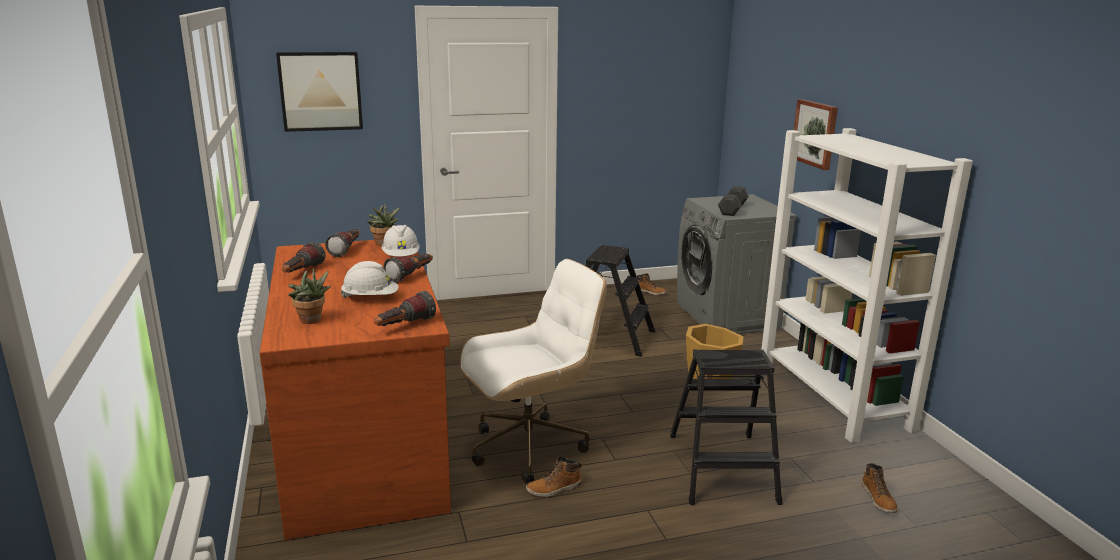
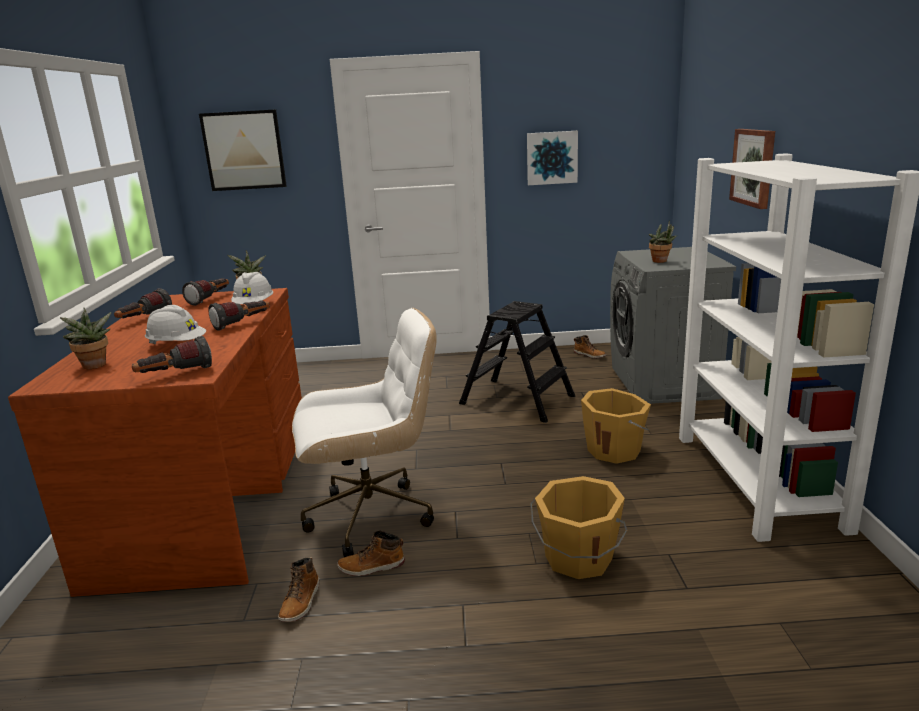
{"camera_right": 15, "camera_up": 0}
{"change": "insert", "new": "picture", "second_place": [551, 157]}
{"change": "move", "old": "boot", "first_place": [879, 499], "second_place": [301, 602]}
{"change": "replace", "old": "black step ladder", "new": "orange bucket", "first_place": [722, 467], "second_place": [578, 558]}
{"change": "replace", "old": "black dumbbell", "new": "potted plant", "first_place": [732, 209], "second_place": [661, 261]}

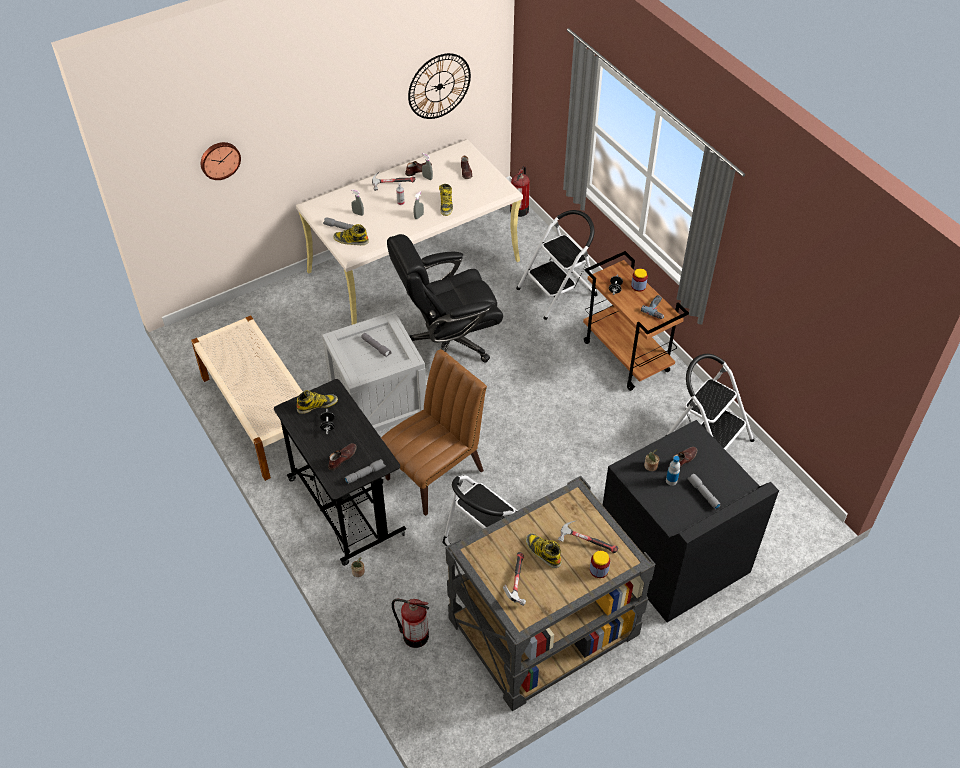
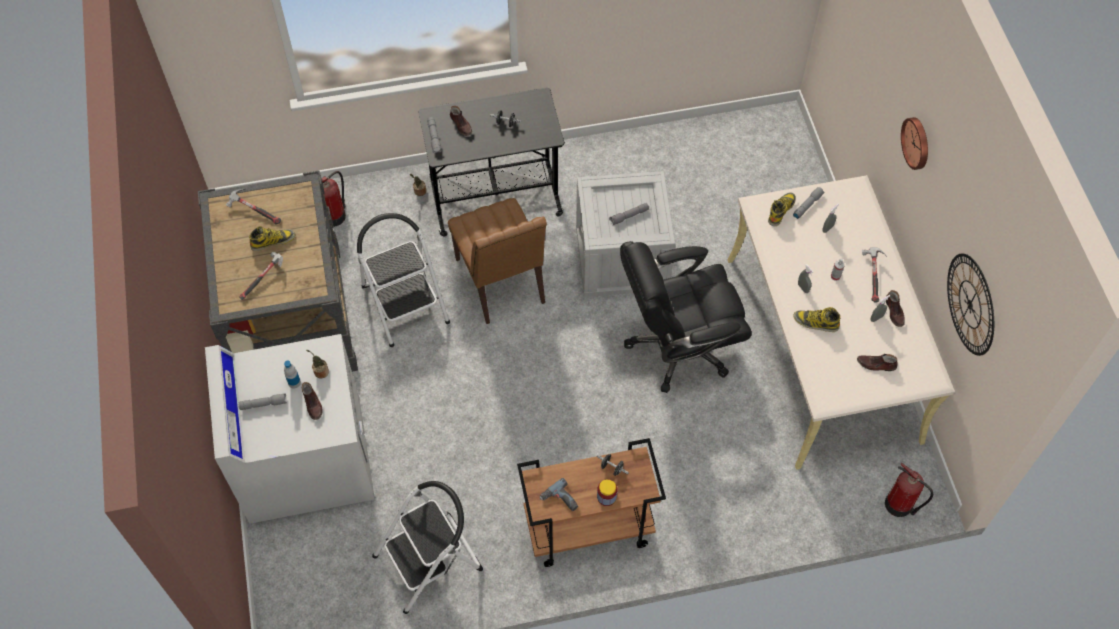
{"camera_right": 110, "camera_up": 10}
{"change": "delete", "old": "beige bench", "first_place": [261, 414]}
{"change": "delete", "old": "boot", "first_place": [317, 405]}
{"change": "delete", "old": "step ladder", "first_place": [559, 291]}
{"change": "delete", "old": "jar", "first_place": [599, 570]}
{"change": "move", "old": "wall clock", "first_place": [219, 160], "second_place": [917, 143]}
{"change": "recolor", "old": "black washing machine", "new": "white washing machine", "first_place": [672, 555], "second_place": [306, 458]}
{"change": "rotate", "old": "black office chair", "first_place": [448, 343], "second_place": [679, 346], "degrees": -105}

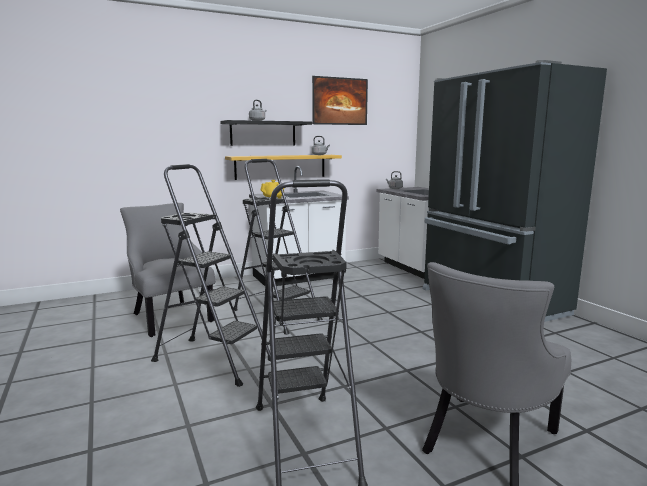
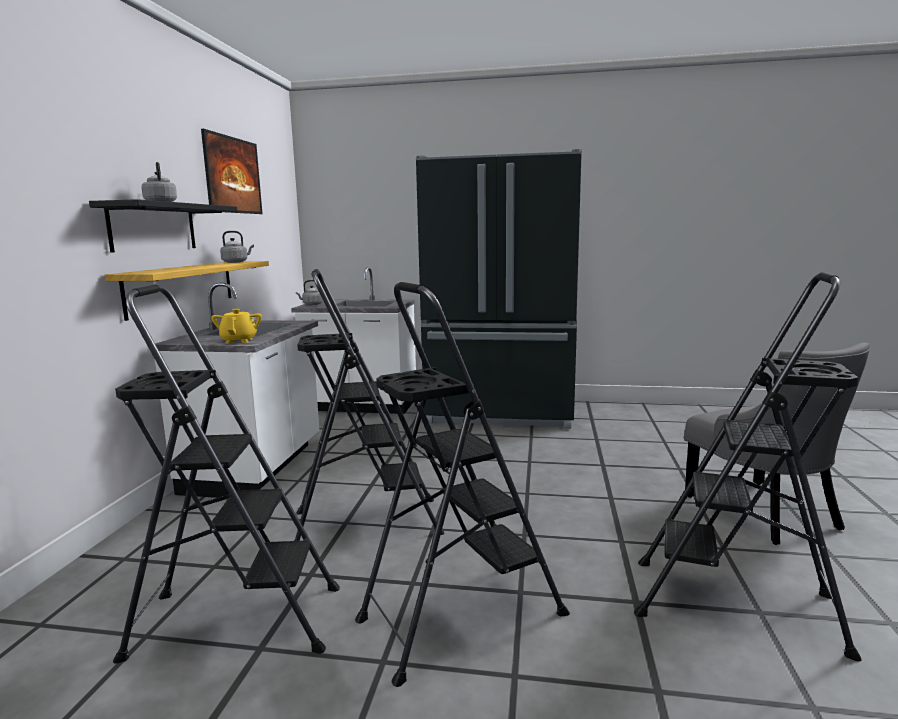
{"camera_right": -55, "camera_up": 0}
{"change": "replace", "old": "grey chair", "new": "step ladder", "first_place": [171, 319], "second_place": [233, 620]}

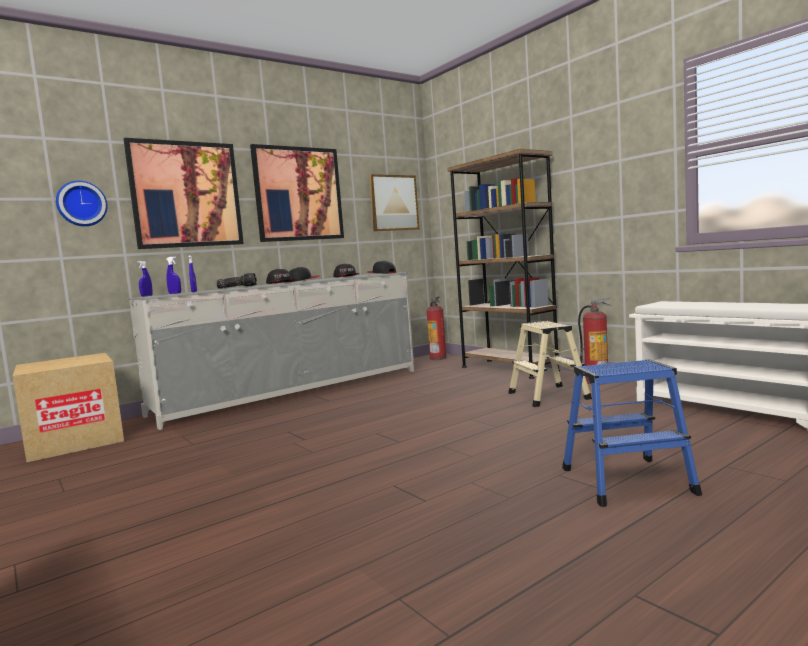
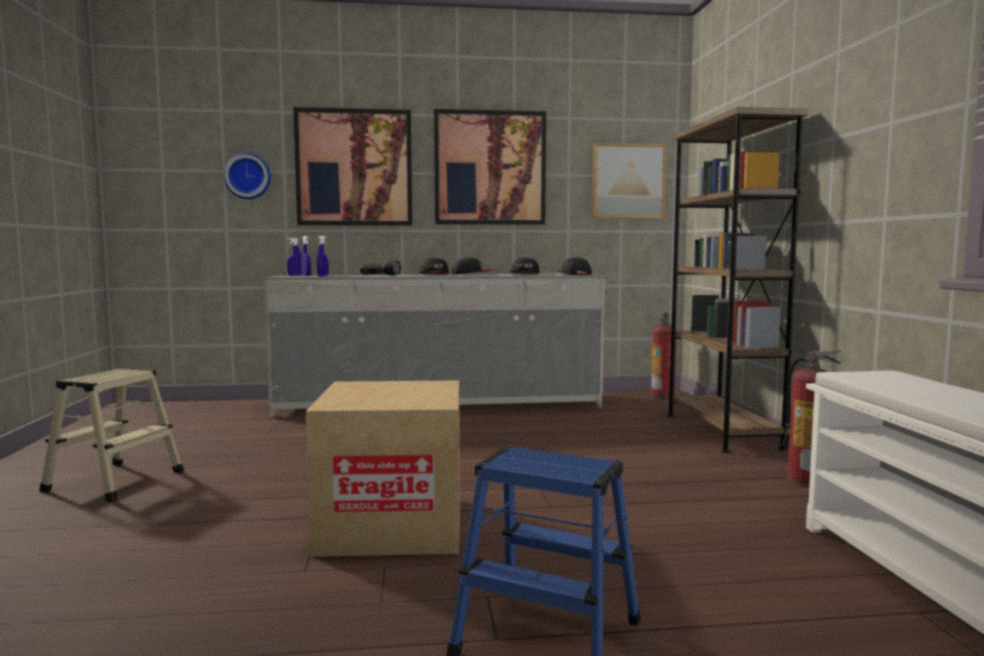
{"camera_right": 30, "camera_up": 0}
{"change": "move", "old": "cardboard box", "first_place": [75, 441], "second_place": [392, 525]}
{"change": "move", "old": "beige step ladder", "first_place": [548, 395], "second_place": [115, 481]}

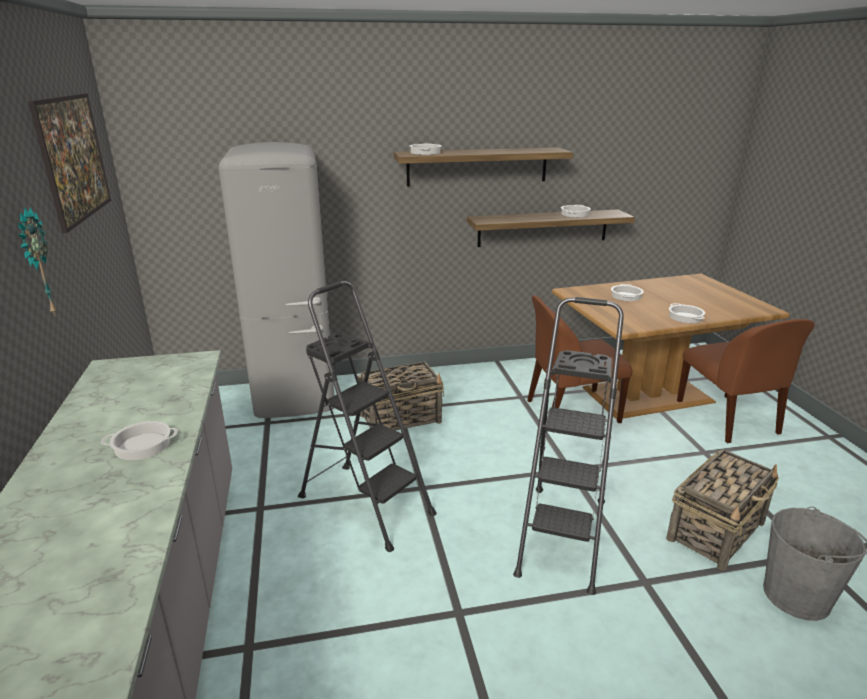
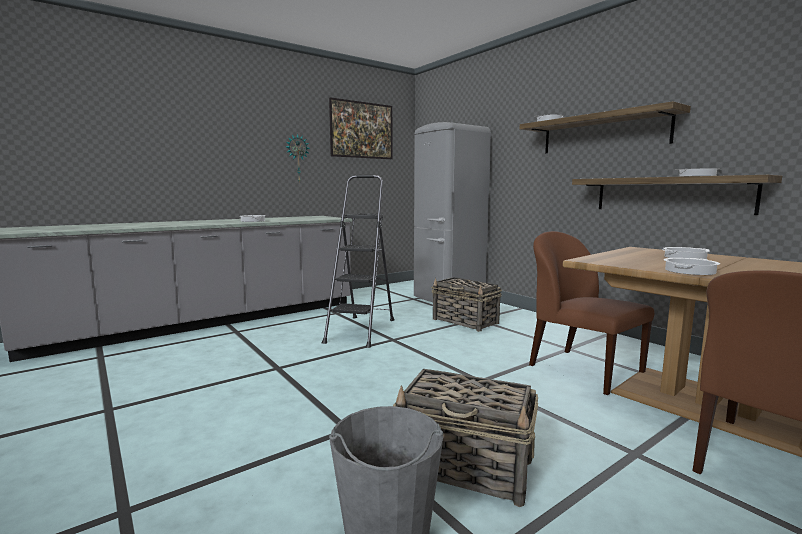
{"camera_right": 65, "camera_up": -15}
{"change": "delete", "old": "step ladder", "first_place": [563, 533]}

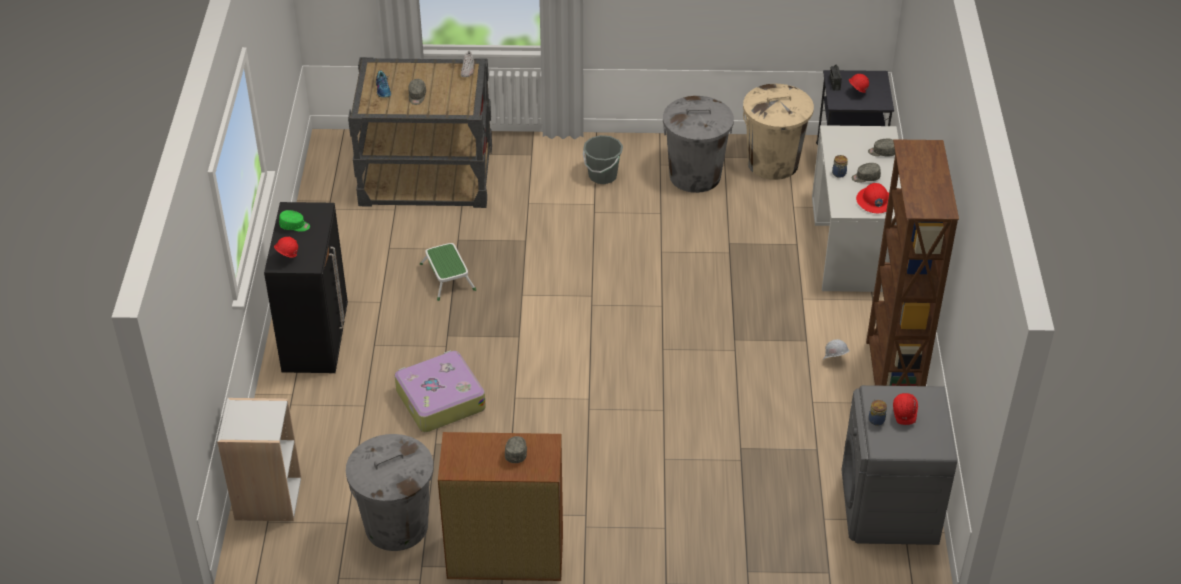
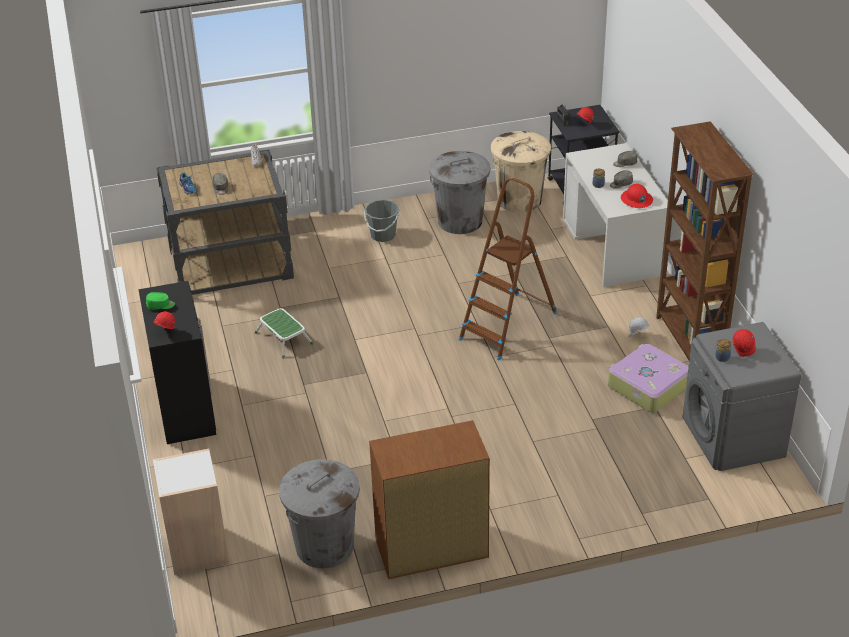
{"camera_right": -15, "camera_up": -5}
{"change": "delete", "old": "grey cap", "first_place": [516, 452]}
{"change": "insert", "new": "brown step ladder", "second_place": [508, 326]}
{"change": "move", "old": "suitcase", "first_place": [439, 399], "second_place": [647, 386]}

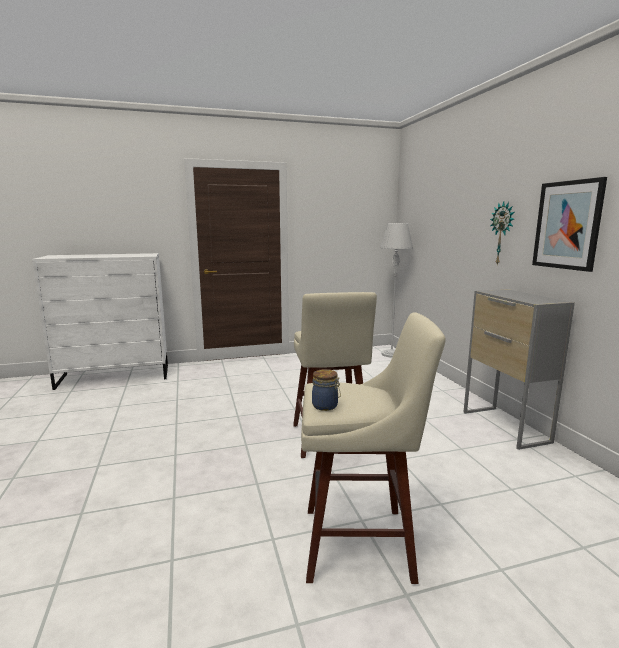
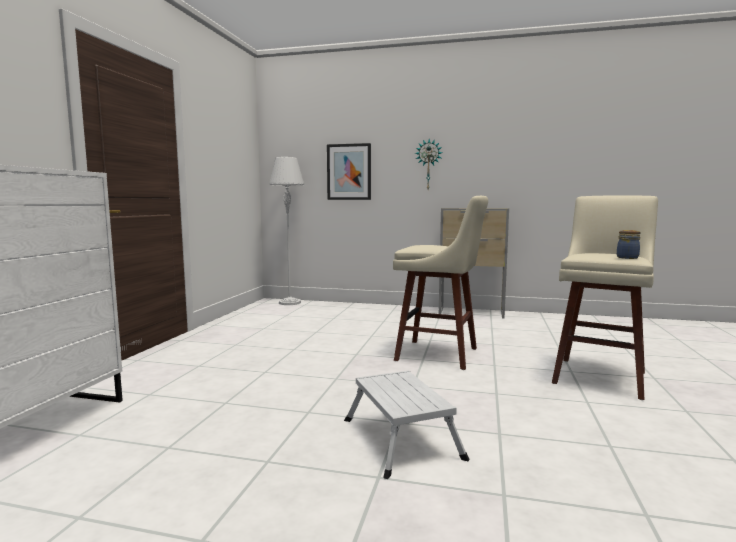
{"camera_right": -60, "camera_up": -5}
{"change": "insert", "new": "white step ladder", "second_place": [401, 438]}
{"change": "move", "old": "picture", "first_place": [567, 225], "second_place": [349, 172]}

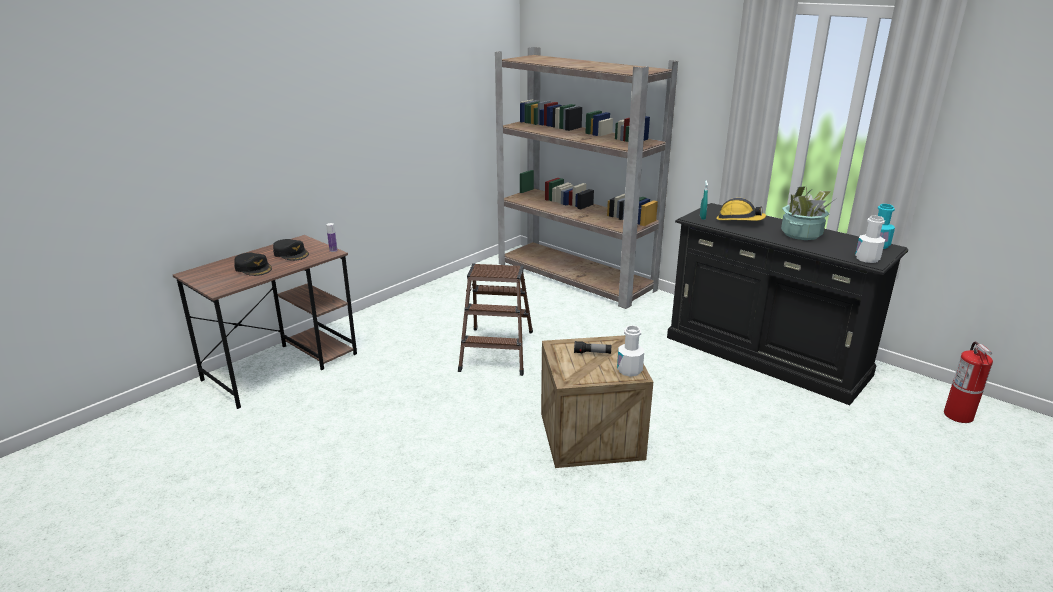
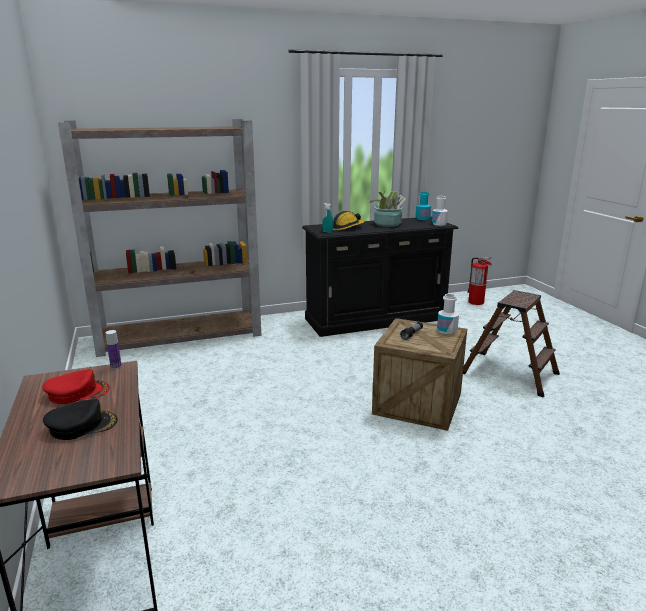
{"camera_right": -60, "camera_up": -5}
{"change": "move", "old": "brown step ladder", "first_place": [497, 350], "second_place": [509, 373]}
{"change": "recolor", "old": "black cap", "new": "red cap", "first_place": [291, 254], "second_place": [78, 392]}

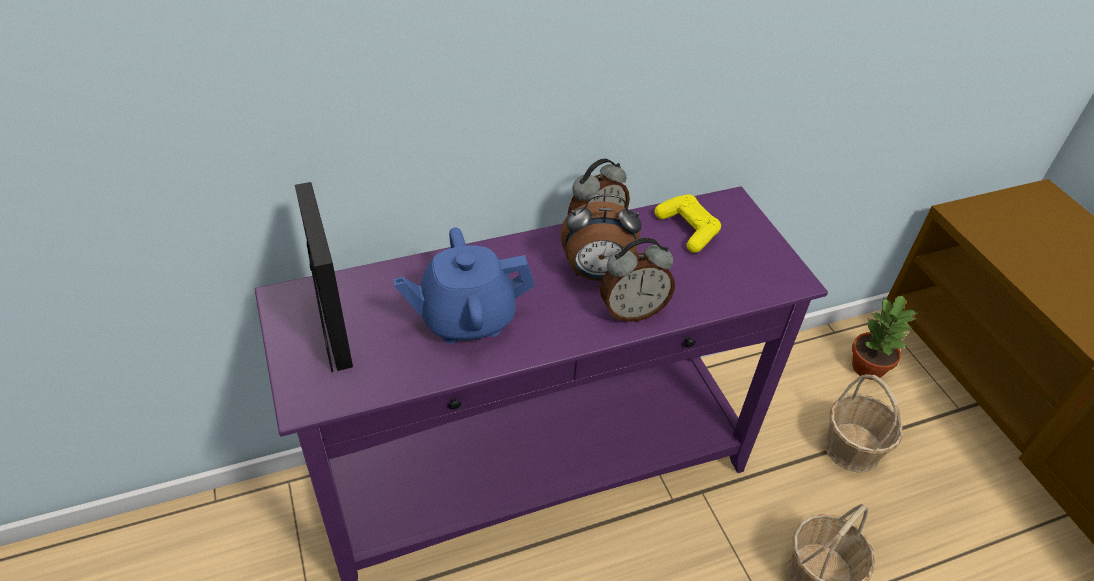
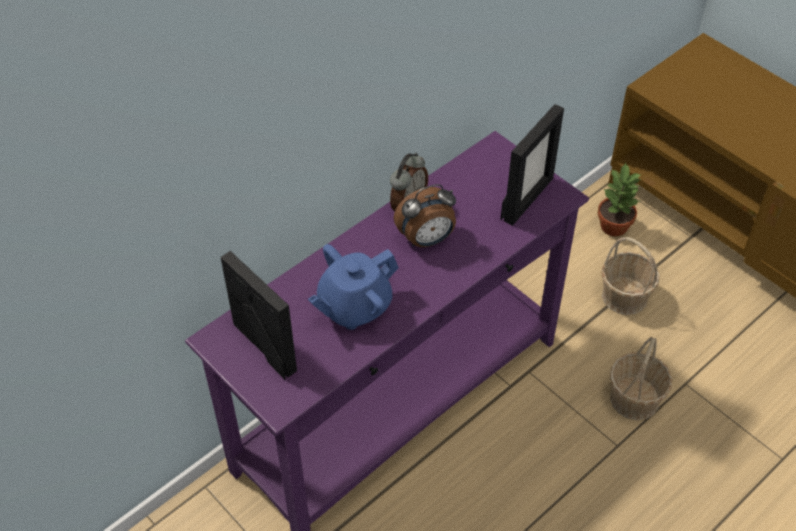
{"camera_right": -20, "camera_up": 5}
{"change": "delete", "old": "alarm clock", "first_place": [632, 311]}
{"change": "delete", "old": "yellow game controller", "first_place": [687, 229]}
{"change": "insert", "new": "picture frame", "second_place": [527, 198]}

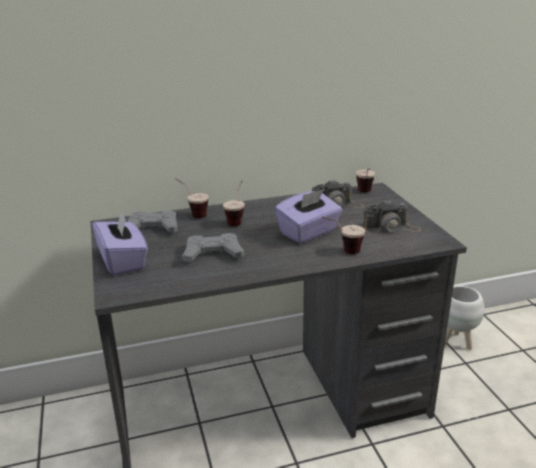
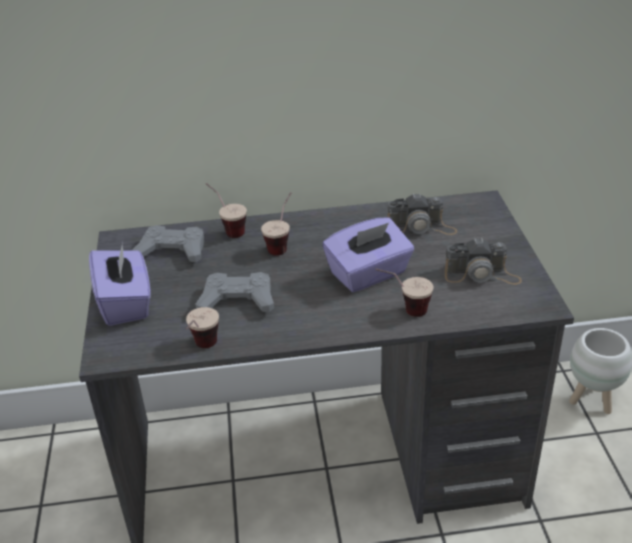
{"camera_right": 10, "camera_up": 10}
{"change": "move", "old": "cup", "first_place": [365, 193], "second_place": [202, 350]}

